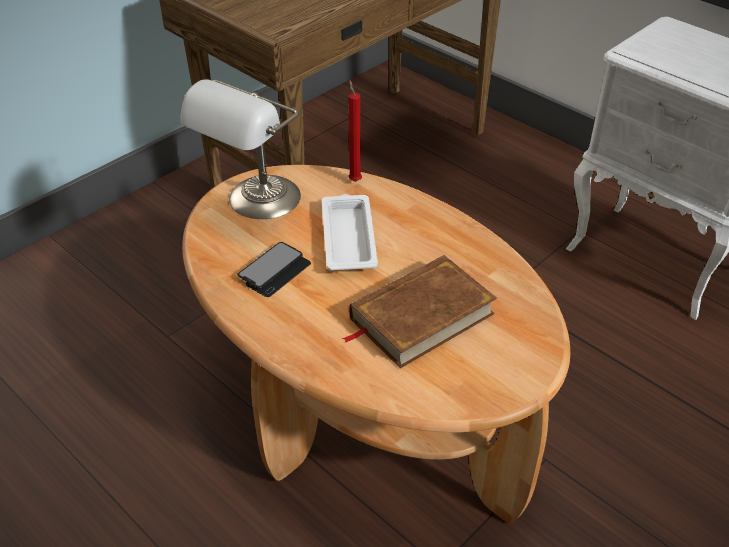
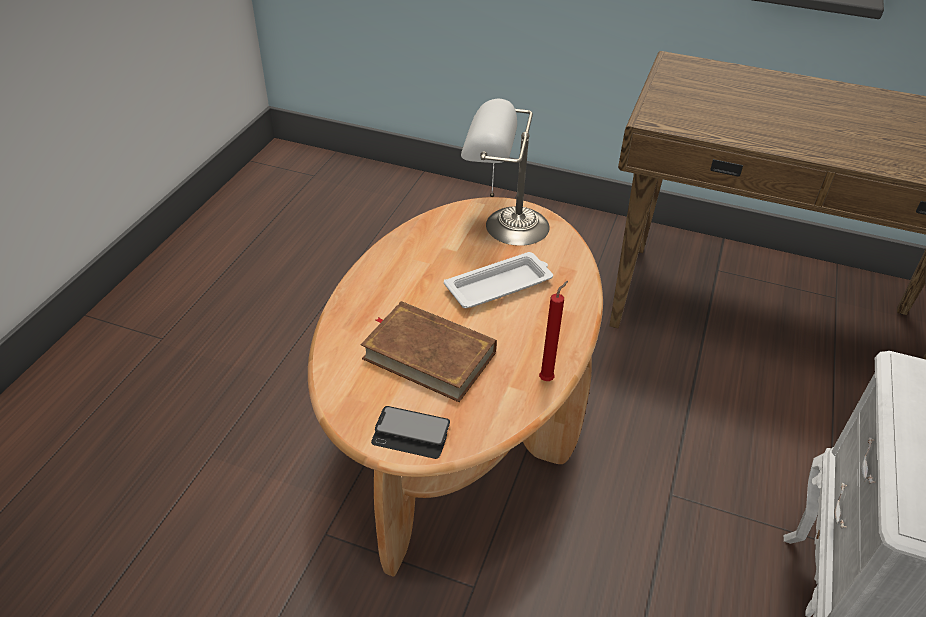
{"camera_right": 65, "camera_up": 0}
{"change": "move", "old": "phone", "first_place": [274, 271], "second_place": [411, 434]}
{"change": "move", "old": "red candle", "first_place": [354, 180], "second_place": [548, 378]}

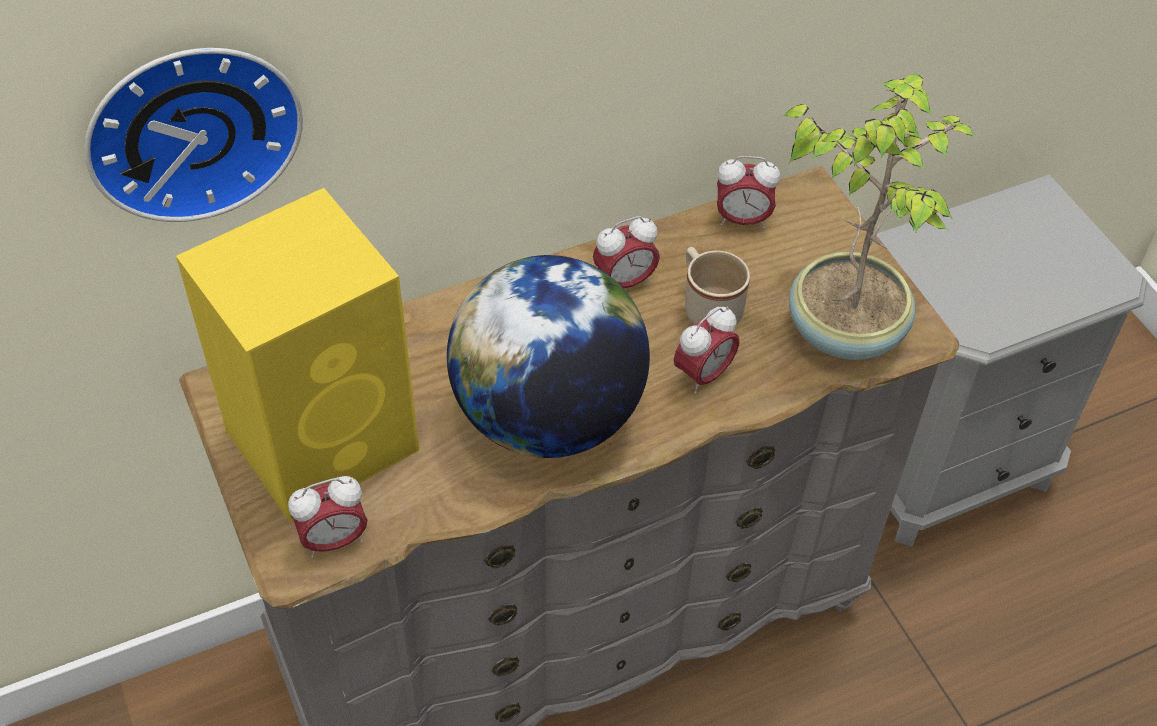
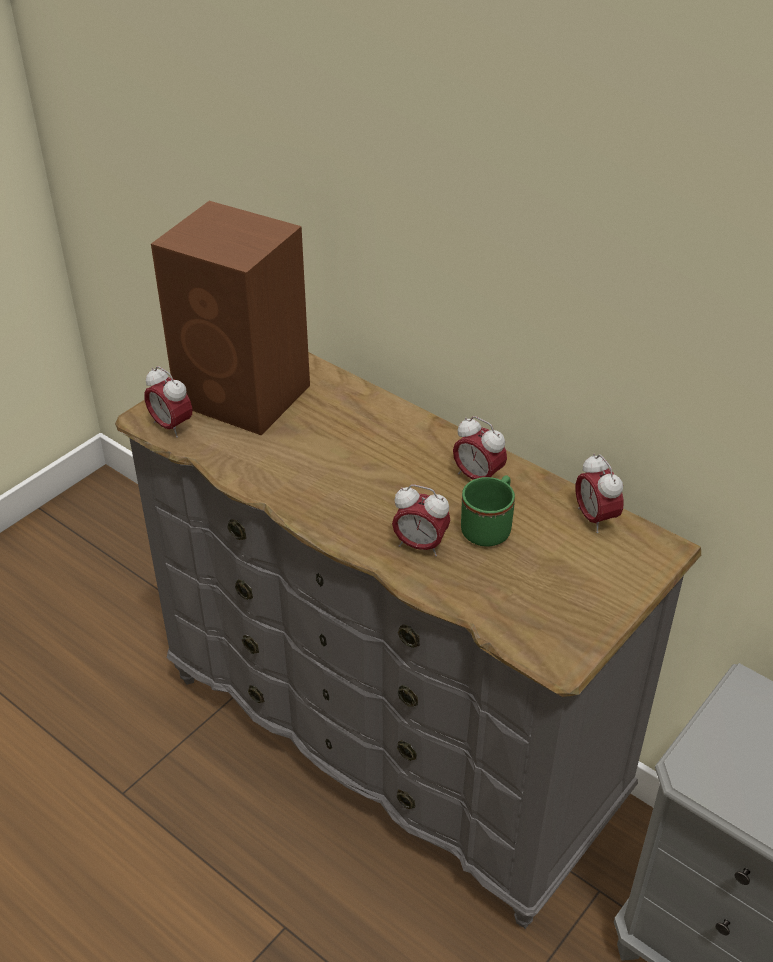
{"camera_right": 65, "camera_up": -10}
{"change": "delete", "old": "wall clock", "first_place": [191, 126]}
{"change": "delete", "old": "globe", "first_place": [548, 416]}
{"change": "delete", "old": "potted plant", "first_place": [845, 328]}
{"change": "recolor", "old": "yellow speaker", "new": "brown speaker", "first_place": [326, 438], "second_place": [246, 396]}
{"change": "recolor", "old": "beige mug", "new": "green mug", "first_place": [708, 306], "second_place": [489, 527]}

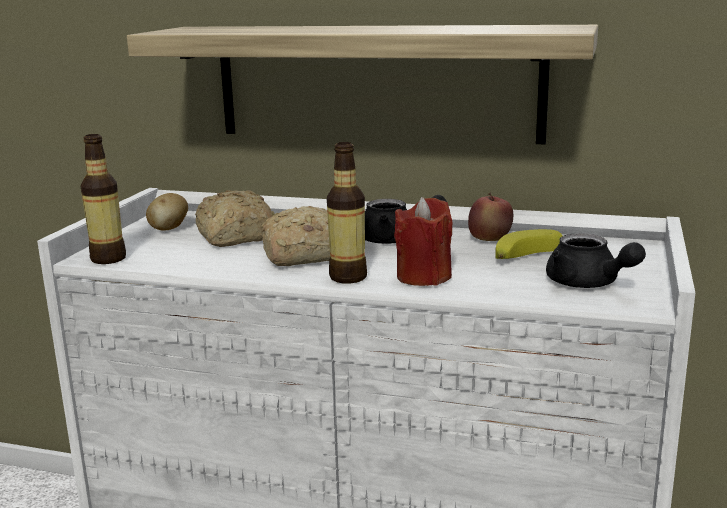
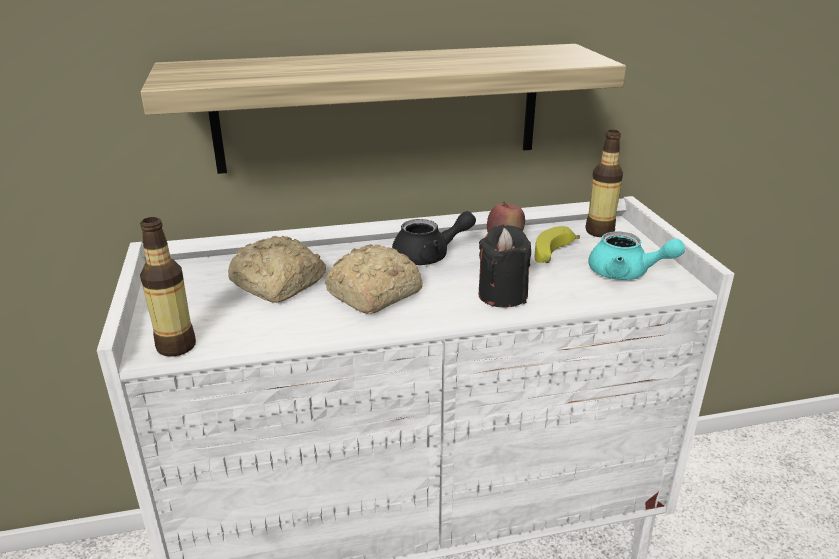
{"camera_right": -30, "camera_up": 10}
{"change": "delete", "old": "potato", "first_place": [168, 229]}
{"change": "move", "old": "bottle", "first_place": [348, 277], "second_place": [599, 232]}
{"change": "recolor", "old": "red candle", "new": "black candle", "first_place": [424, 276], "second_place": [502, 295]}
{"change": "recolor", "old": "black teapot", "new": "turquoise teapot", "first_place": [588, 284], "second_place": [626, 273]}

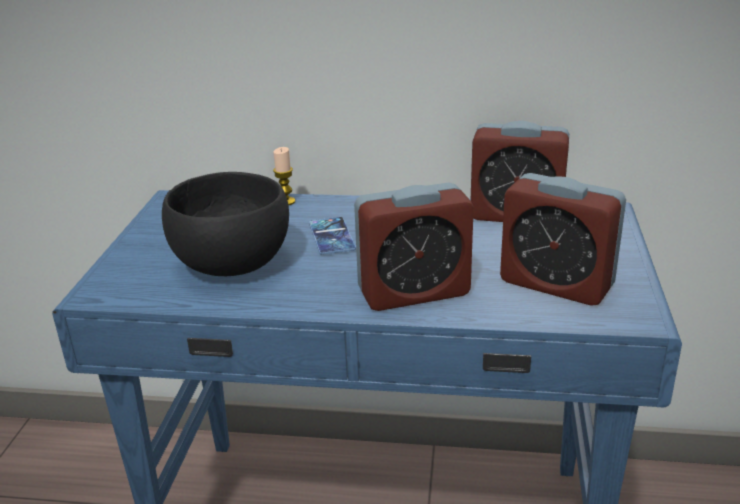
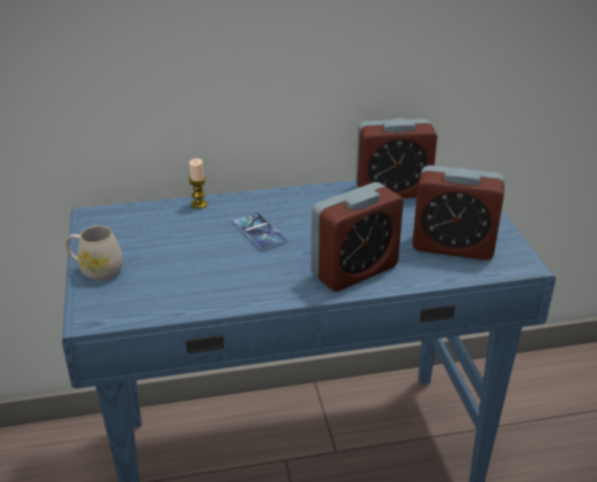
{"camera_right": -20, "camera_up": 5}
{"change": "delete", "old": "black bowl", "first_place": [231, 264]}
{"change": "insert", "new": "white mug", "second_place": [96, 270]}

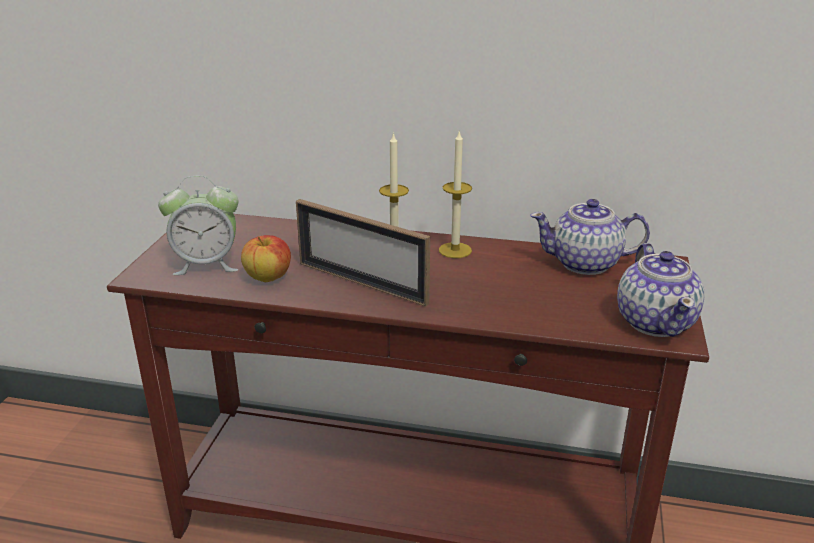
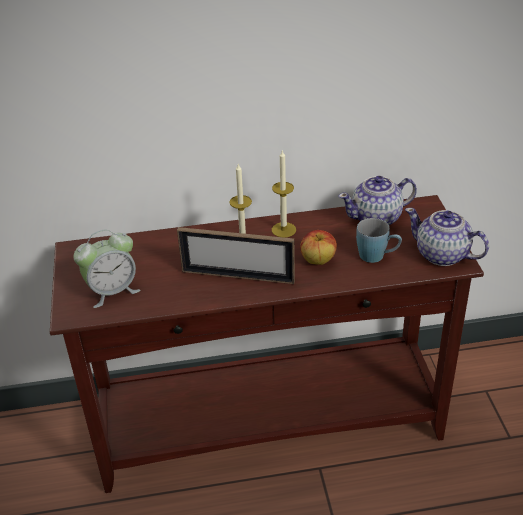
{"camera_right": -20, "camera_up": 10}
{"change": "insert", "new": "blue mug", "second_place": [377, 256]}
{"change": "move", "old": "apple", "first_place": [268, 278], "second_place": [318, 260]}
{"change": "rotate", "old": "teapot", "first_place": [655, 322], "second_place": [442, 255], "degrees": 150}

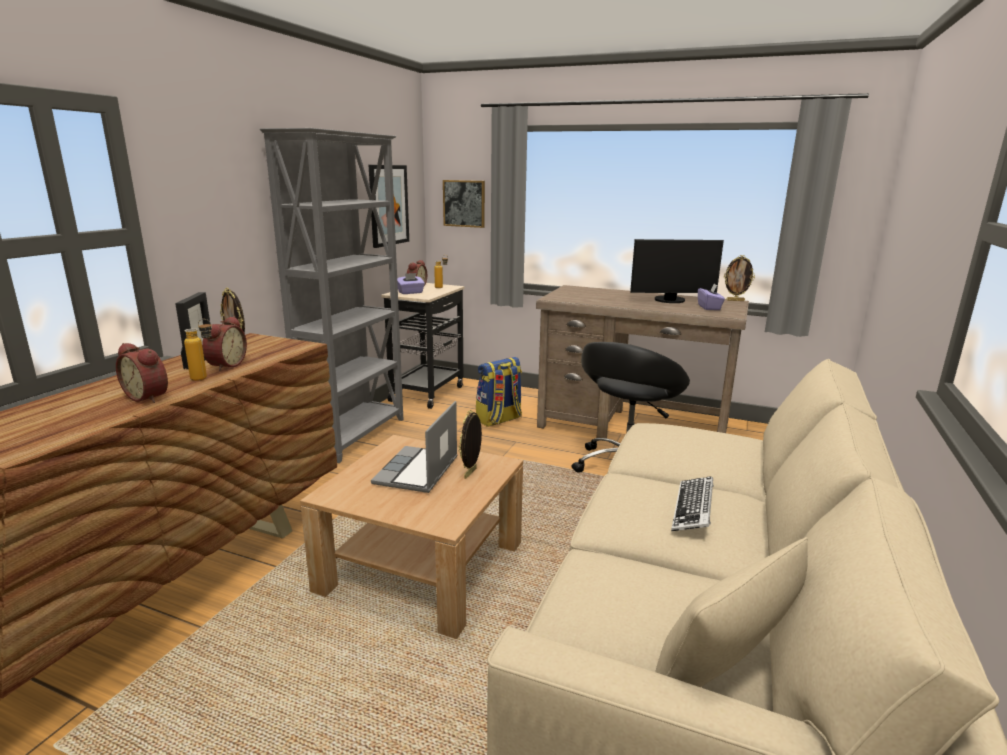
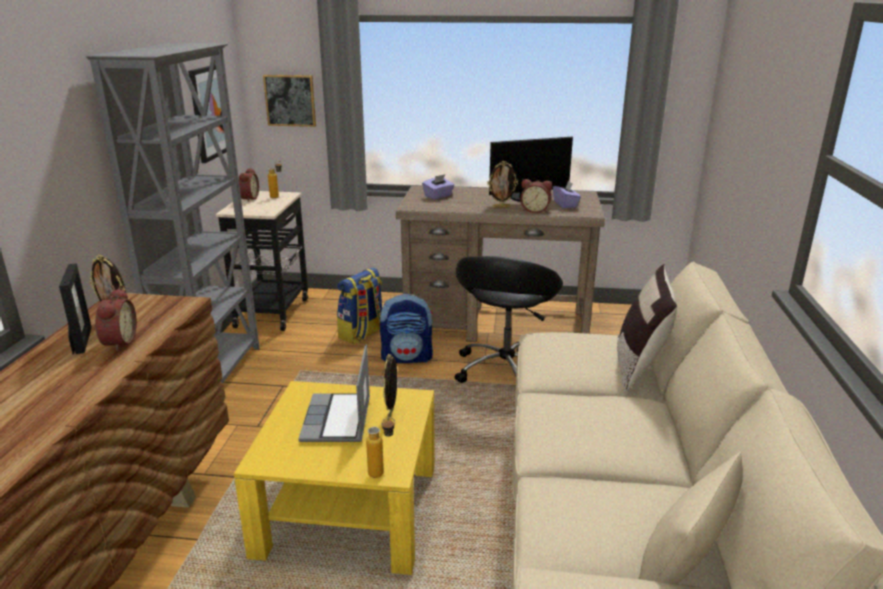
{"camera_right": -15, "camera_up": 5}
{"change": "delete", "old": "keyboard", "first_place": [693, 509]}
{"change": "insert", "new": "backpack", "second_place": [407, 357]}
{"change": "insert", "new": "pillow", "second_place": [640, 368]}
{"change": "move", "old": "alarm clock", "first_place": [149, 397], "second_place": [535, 210]}
{"change": "move", "old": "bottle", "first_place": [205, 378], "second_place": [382, 472]}
{"change": "move", "old": "purple tissue box", "first_place": [410, 292], "second_place": [438, 196]}
{"change": "move", "old": "picture frame", "first_place": [735, 300], "second_place": [501, 207]}
{"change": "recolor", "old": "brown coffee table", "new": "yellow coffee table", "first_place": [422, 566], "second_place": [348, 509]}

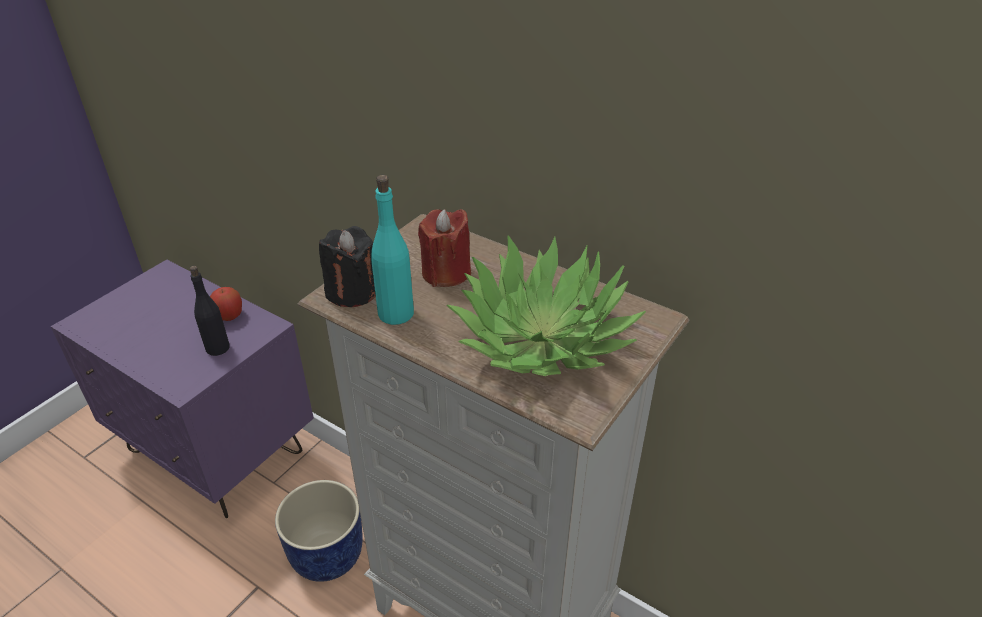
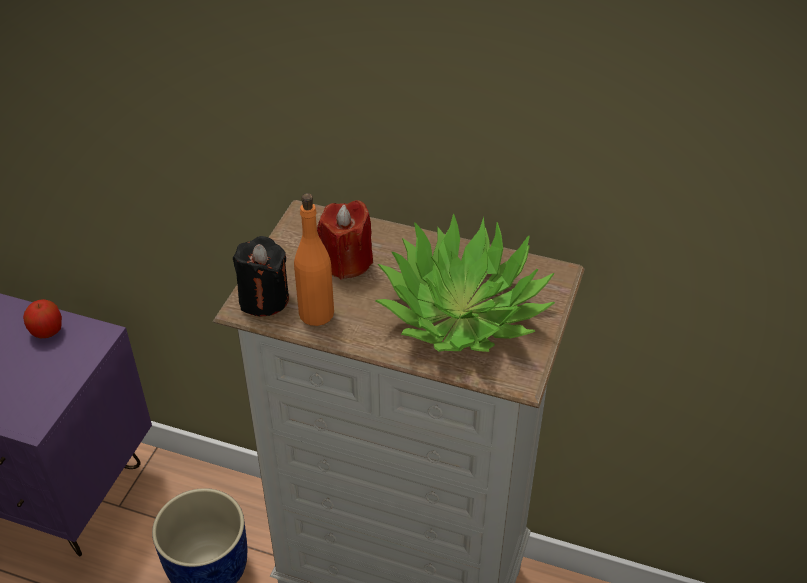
{"camera_right": -15, "camera_up": 5}
{"change": "delete", "old": "black bottle", "first_place": [218, 348]}
{"change": "recolor", "old": "turquoise bottle", "new": "orange bottle", "first_place": [396, 313], "second_place": [316, 313]}

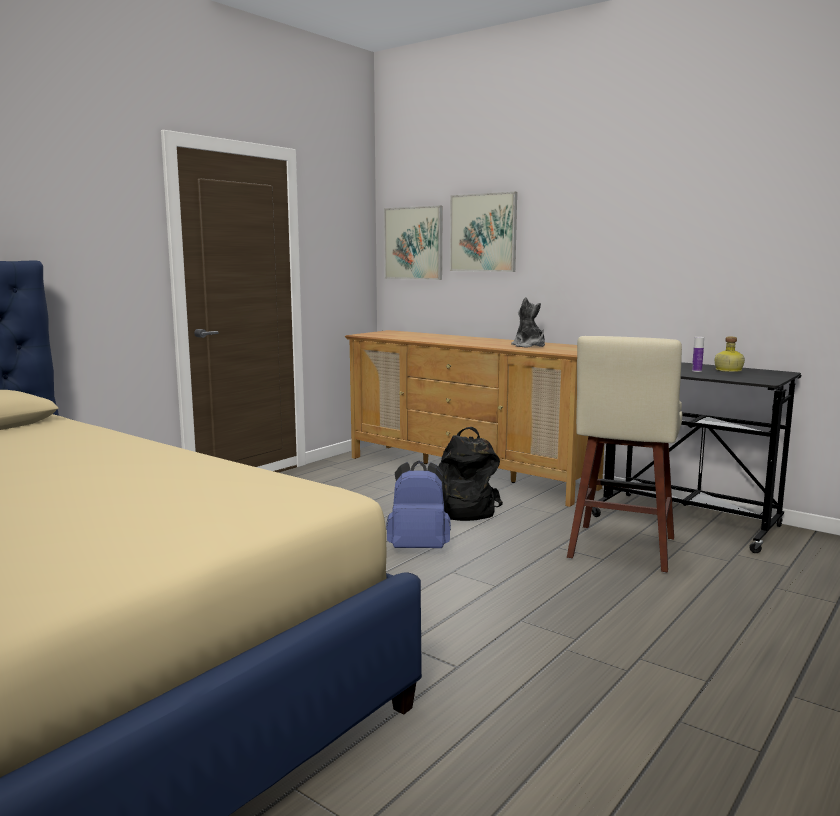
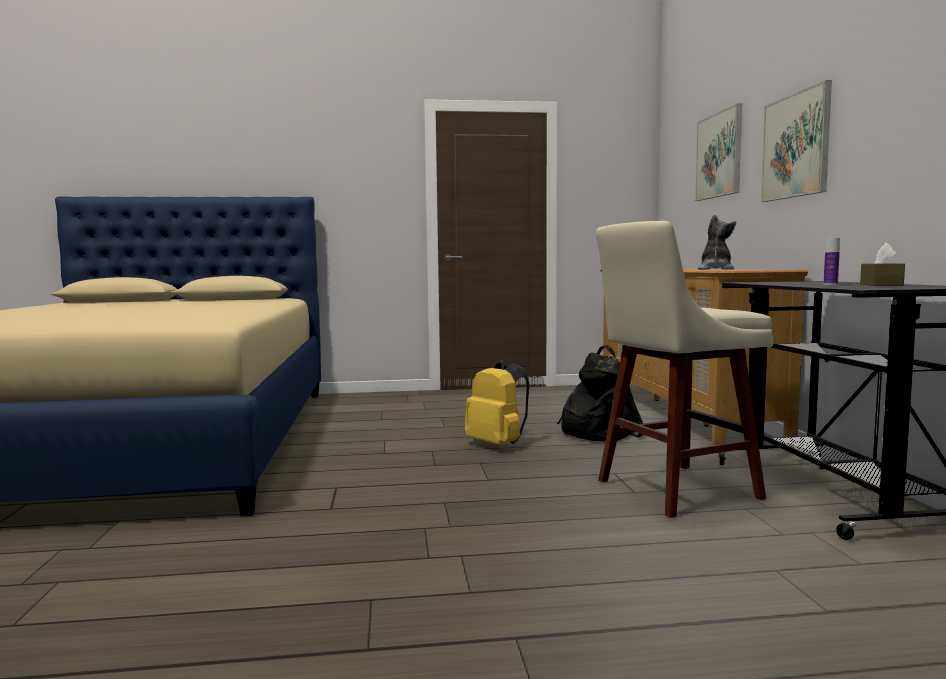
{"camera_right": 45, "camera_up": -5}
{"change": "move", "old": "picture", "first_place": [413, 243], "second_place": [796, 146]}
{"change": "replace", "old": "bottle", "new": "brown tissue box", "first_place": [727, 370], "second_place": [881, 285]}
{"change": "recolor", "old": "blue backpack", "new": "yellow backpack", "first_place": [419, 547], "second_place": [498, 444]}

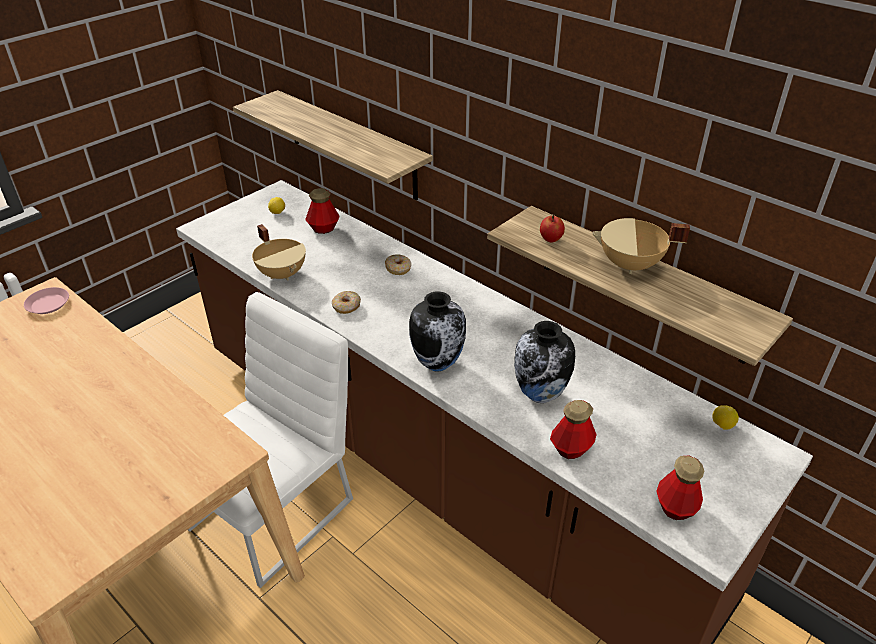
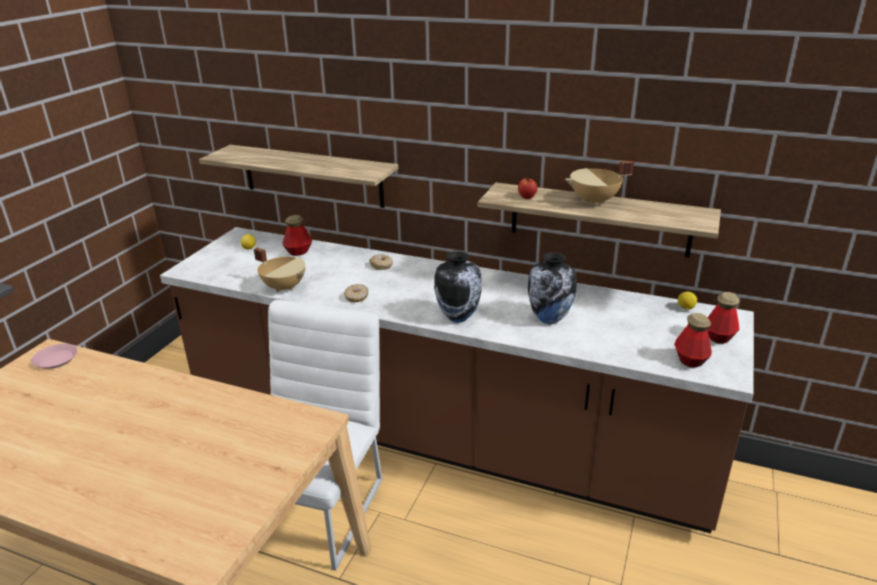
{"camera_right": -20, "camera_up": -10}
{"change": "move", "old": "bottle", "first_place": [571, 448], "second_place": [719, 337]}

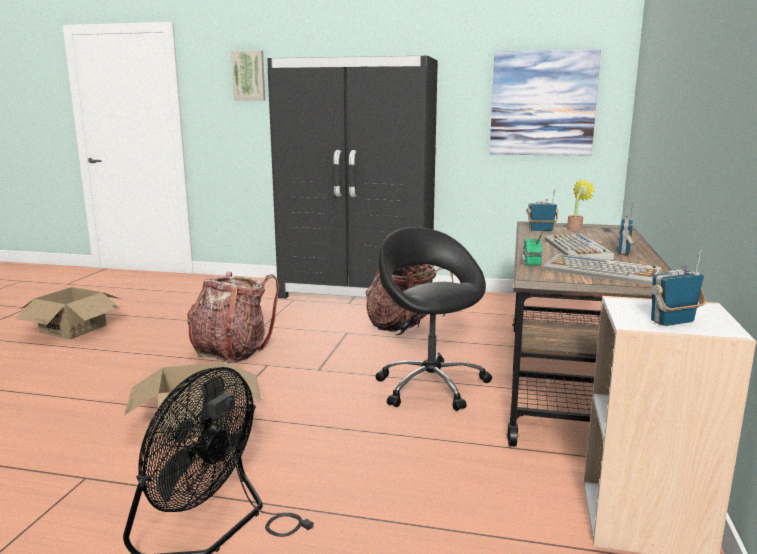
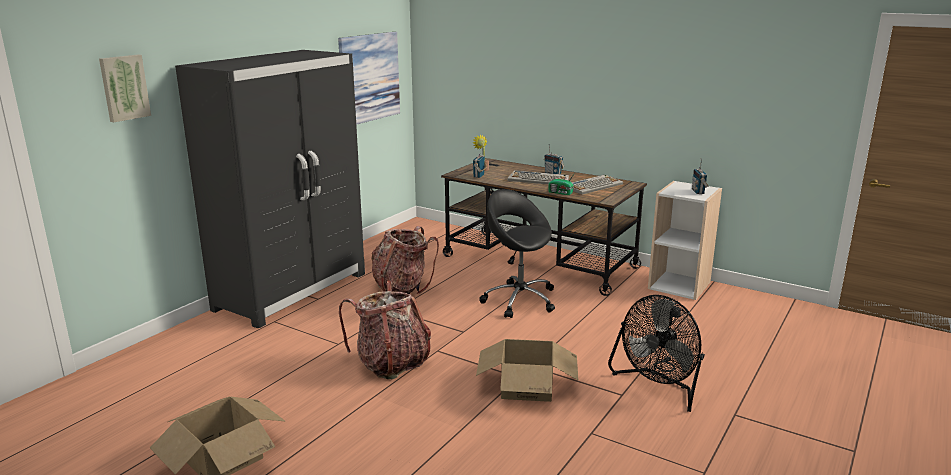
{"camera_right": -70, "camera_up": 5}
{"change": "rotate", "old": "black office chair", "first_place": [430, 386], "second_place": [518, 300], "degrees": 45}

